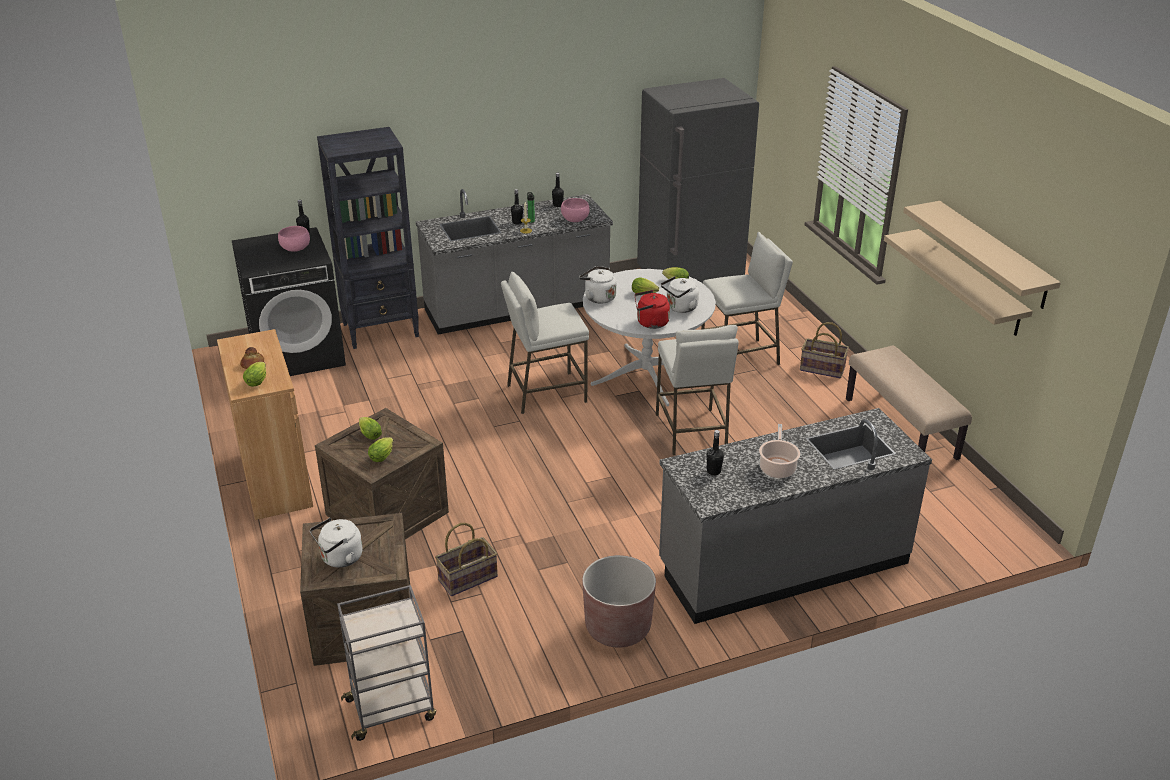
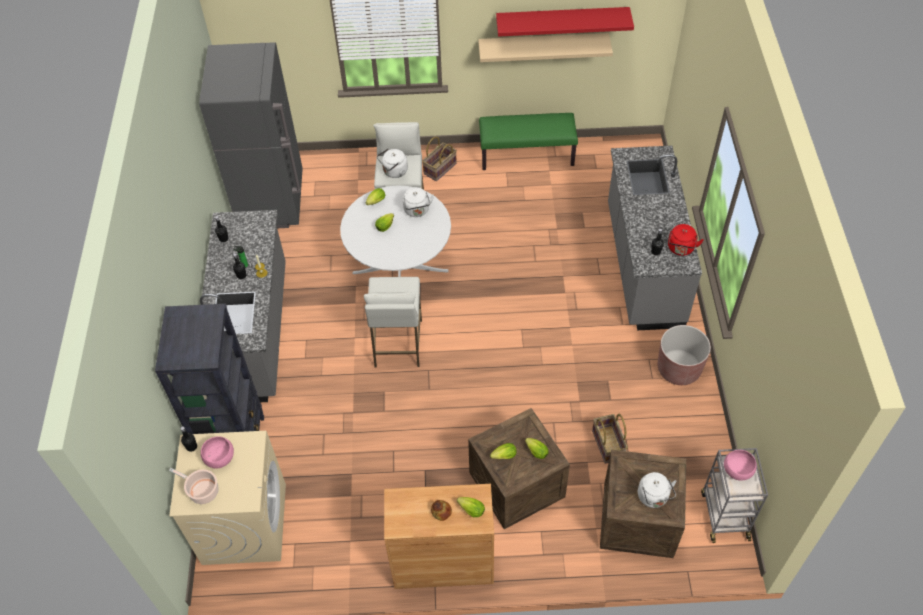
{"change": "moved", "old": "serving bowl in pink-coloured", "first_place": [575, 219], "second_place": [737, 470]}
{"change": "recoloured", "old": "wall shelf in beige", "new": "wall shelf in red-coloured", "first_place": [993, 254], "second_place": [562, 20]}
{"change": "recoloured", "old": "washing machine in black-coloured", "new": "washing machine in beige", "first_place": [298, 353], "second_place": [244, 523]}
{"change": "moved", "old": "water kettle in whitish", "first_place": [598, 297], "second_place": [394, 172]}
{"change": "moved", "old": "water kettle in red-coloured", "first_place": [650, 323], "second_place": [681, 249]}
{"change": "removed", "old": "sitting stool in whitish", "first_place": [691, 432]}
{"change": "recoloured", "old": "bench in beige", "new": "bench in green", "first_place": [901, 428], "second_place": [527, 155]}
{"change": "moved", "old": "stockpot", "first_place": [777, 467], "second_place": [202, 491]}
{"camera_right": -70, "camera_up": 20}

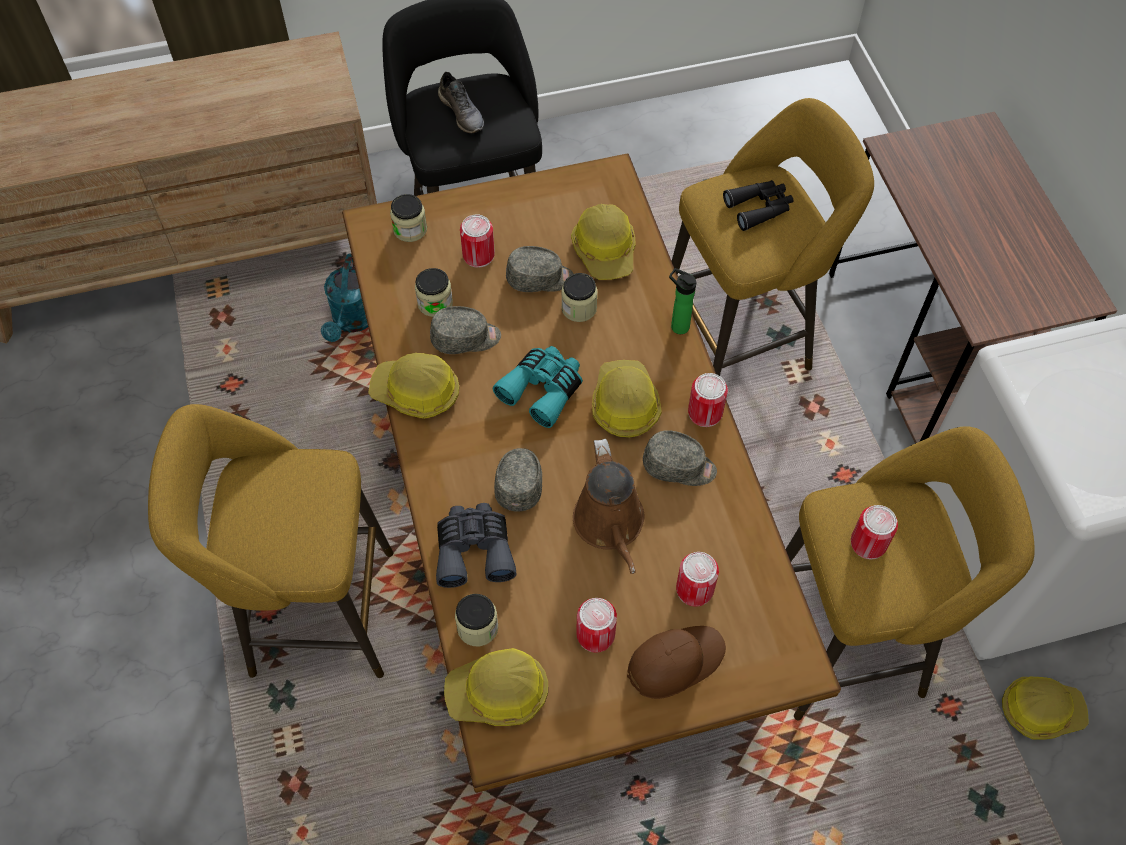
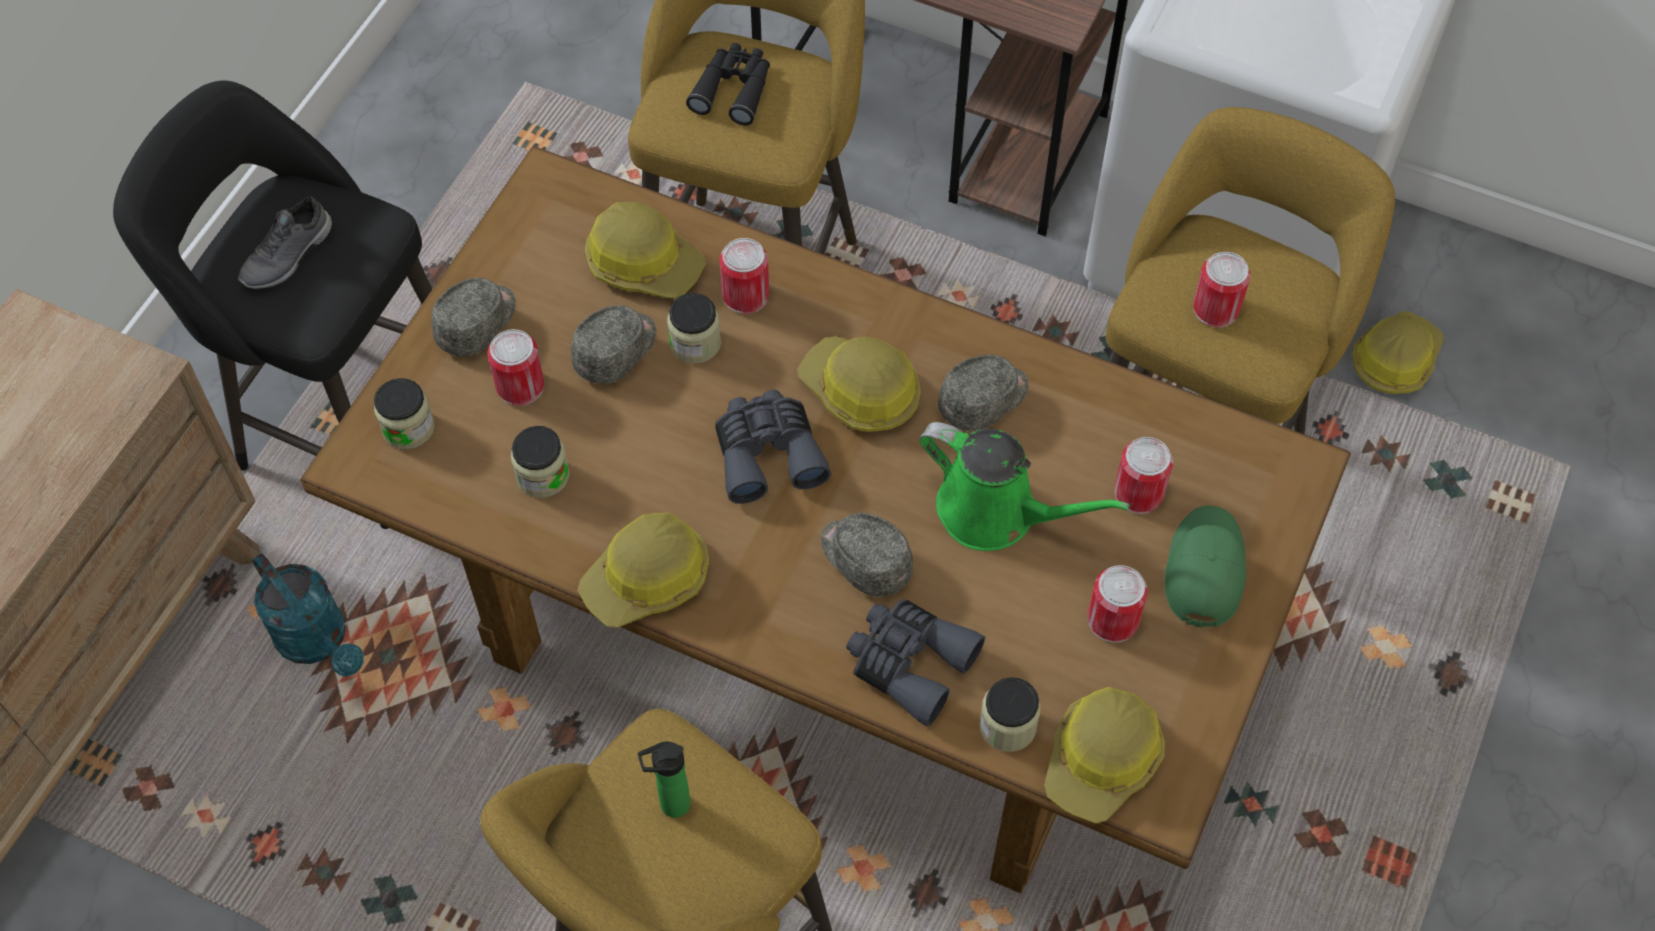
{"change": "turned", "old": "item of footwear in greyish", "first_place": [462, 112], "second_place": [289, 256], "degrees": 120}
{"change": "moved", "old": "drink bottle", "first_place": [677, 325], "second_place": [670, 805]}
{"change": "moved", "old": "cap in greyish", "first_place": [466, 338], "second_place": [477, 323]}
{"change": "recoloured", "old": "binoculars in turquoise-coloured", "new": "binoculars in greyish", "first_place": [543, 389], "second_place": [767, 453]}
{"change": "moved", "old": "metal can", "first_place": [705, 412], "second_place": [745, 295]}
{"change": "recoloured", "old": "watering pot in brown", "new": "watering pot in green", "first_place": [610, 525], "second_place": [996, 512]}
{"change": "recoloured", "old": "cap in brown", "new": "cap in green", "first_place": [675, 662], "second_place": [1204, 570]}
{"camera_right": -50, "camera_up": 0}

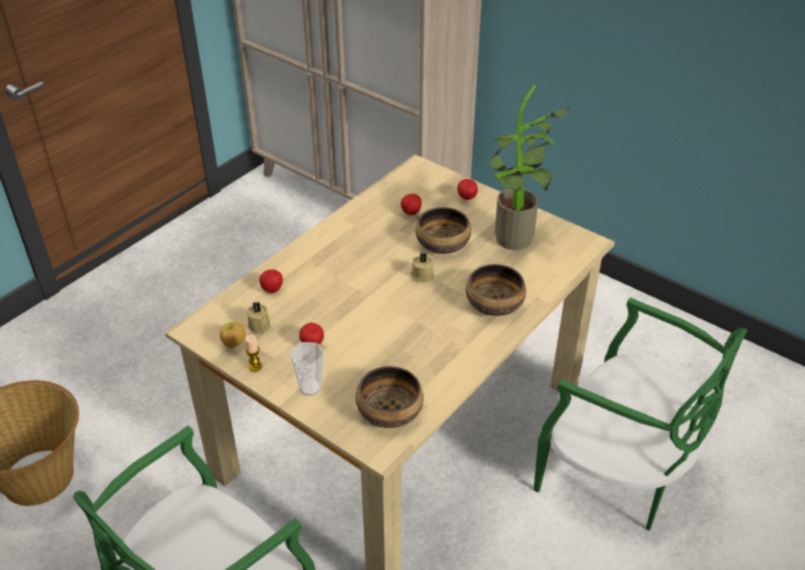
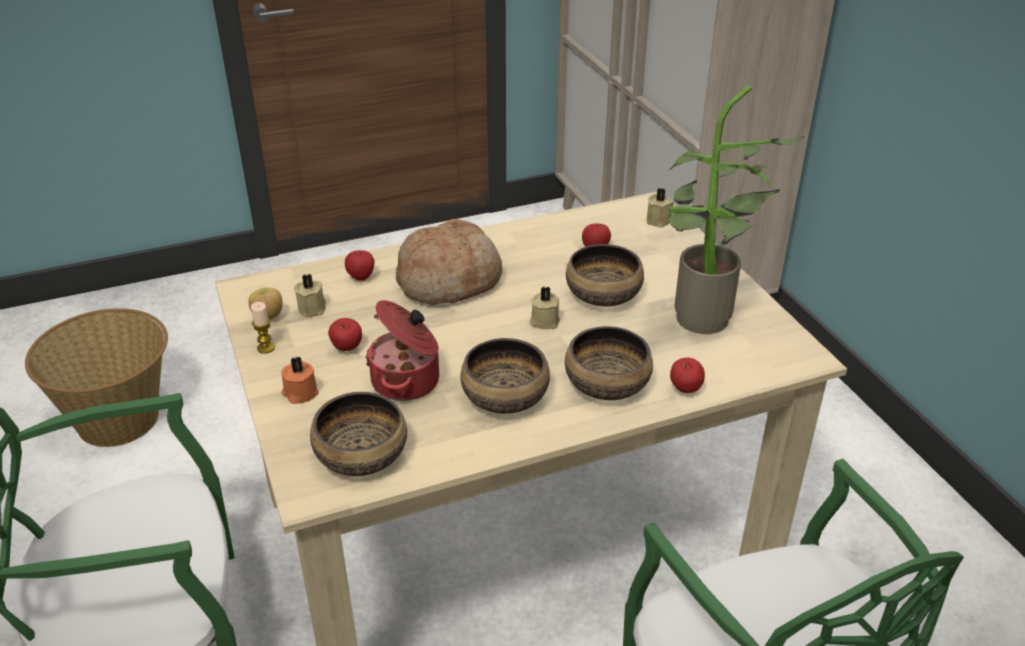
{"change": "moved", "old": "apple fruit", "first_place": [466, 198], "second_place": [684, 390]}
{"change": "replaced", "old": "cup", "new": "candle in orangey", "first_place": [310, 388], "second_place": [300, 393]}
{"change": "added", "new": "candle in beige", "second_place": [659, 220]}
{"change": "added", "new": "bakery bread", "second_place": [449, 280]}
{"change": "added", "new": "stockpot", "second_place": [408, 381]}
{"change": "added", "new": "serving bowl", "second_place": [504, 397]}
{"camera_right": 30, "camera_up": -5}

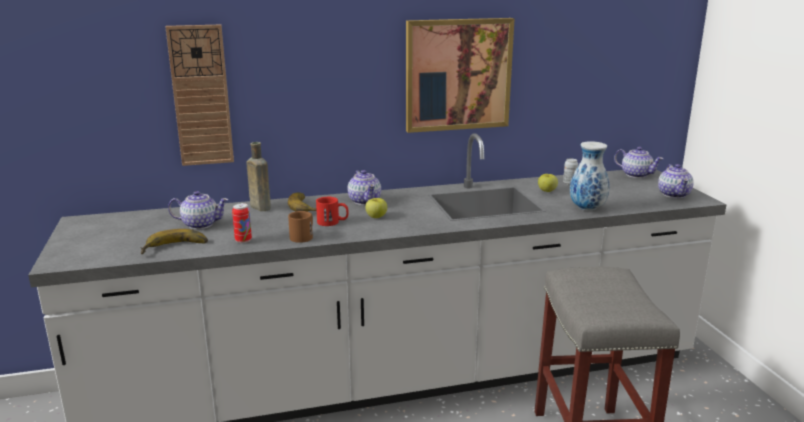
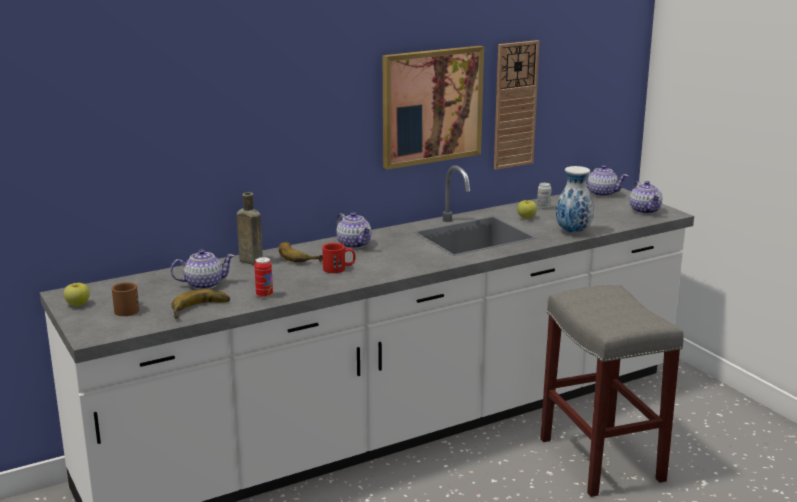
{"change": "moved", "old": "clock on the wall", "first_place": [201, 96], "second_place": [515, 105]}
{"change": "moved", "old": "apple fruit", "first_place": [376, 217], "second_place": [77, 304]}
{"change": "moved", "old": "coffee mug in brown", "first_place": [303, 236], "second_place": [129, 308]}
{"camera_right": -15, "camera_up": 0}

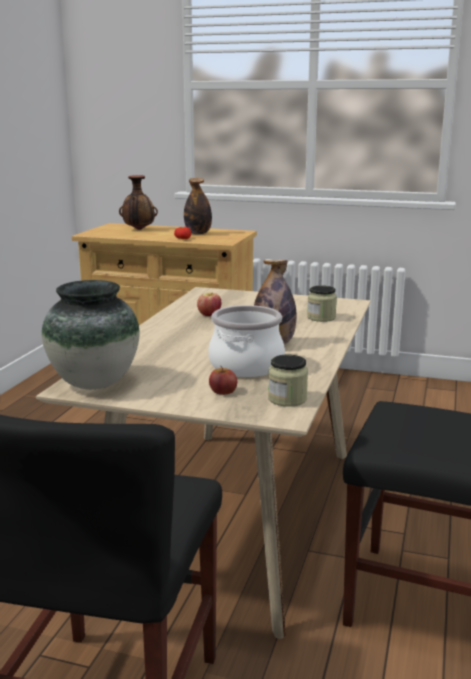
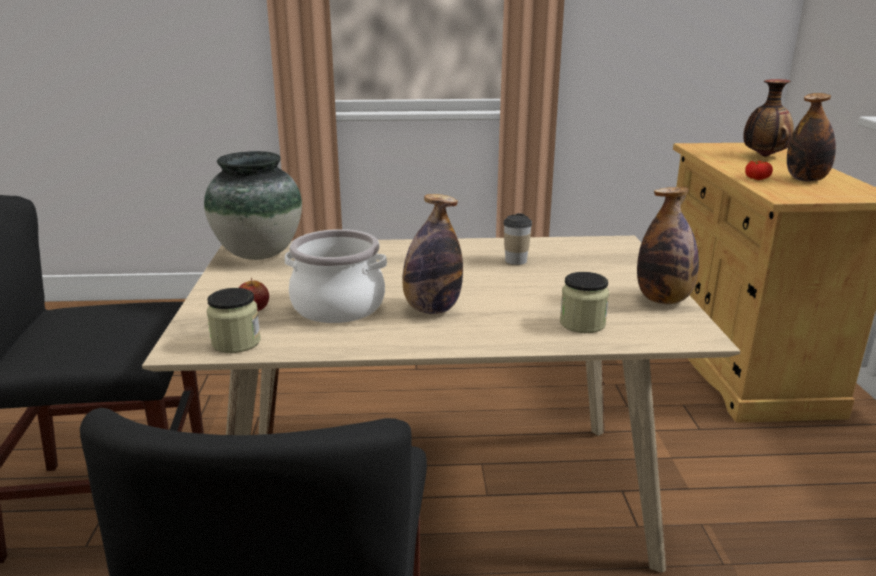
{"change": "replaced", "old": "apple fruit", "new": "cup", "first_place": [209, 315], "second_place": [516, 260]}
{"change": "added", "new": "drink bottle", "second_place": [663, 300]}
{"camera_right": 70, "camera_up": 5}

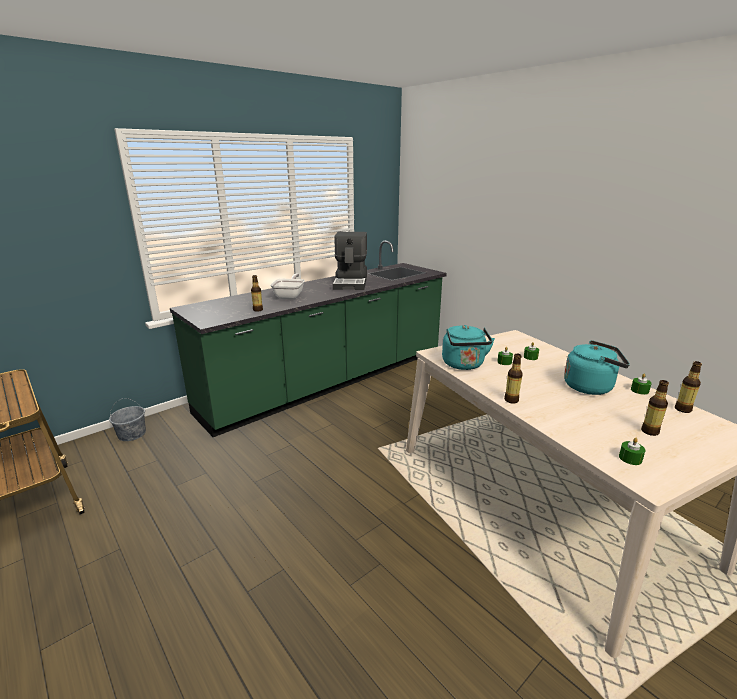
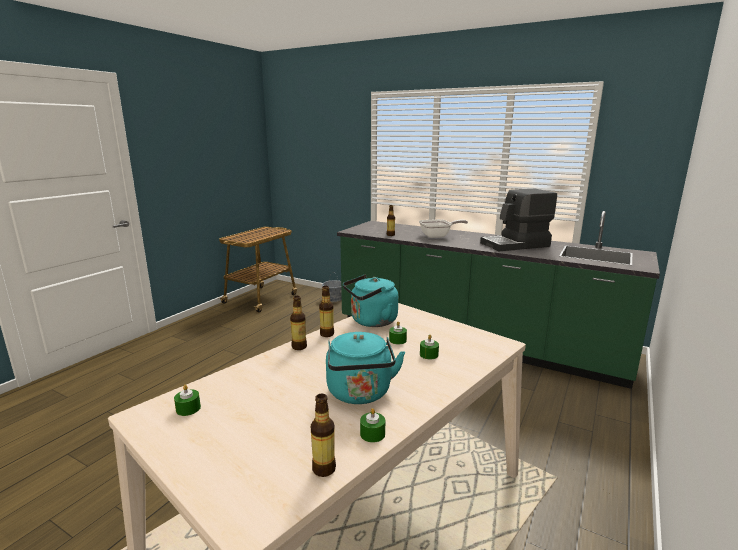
{"change": "moved", "old": "drink bottle", "first_place": [649, 431], "second_place": [327, 334]}
{"camera_right": 70, "camera_up": -5}

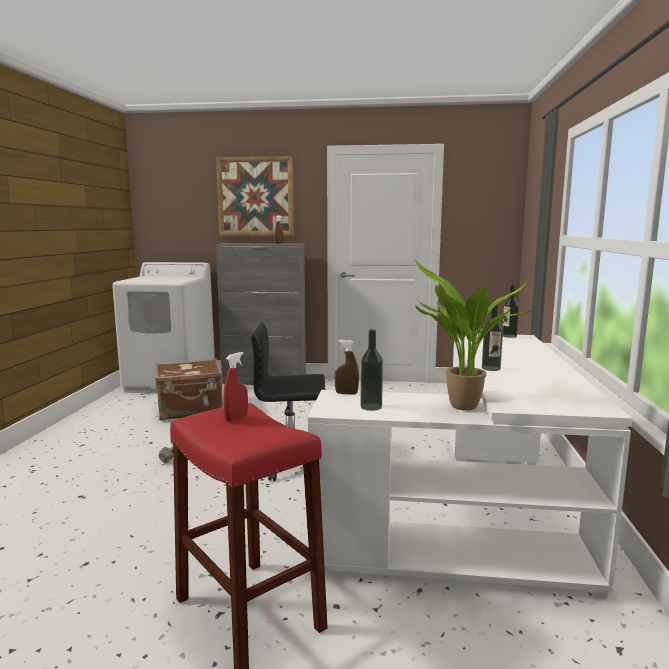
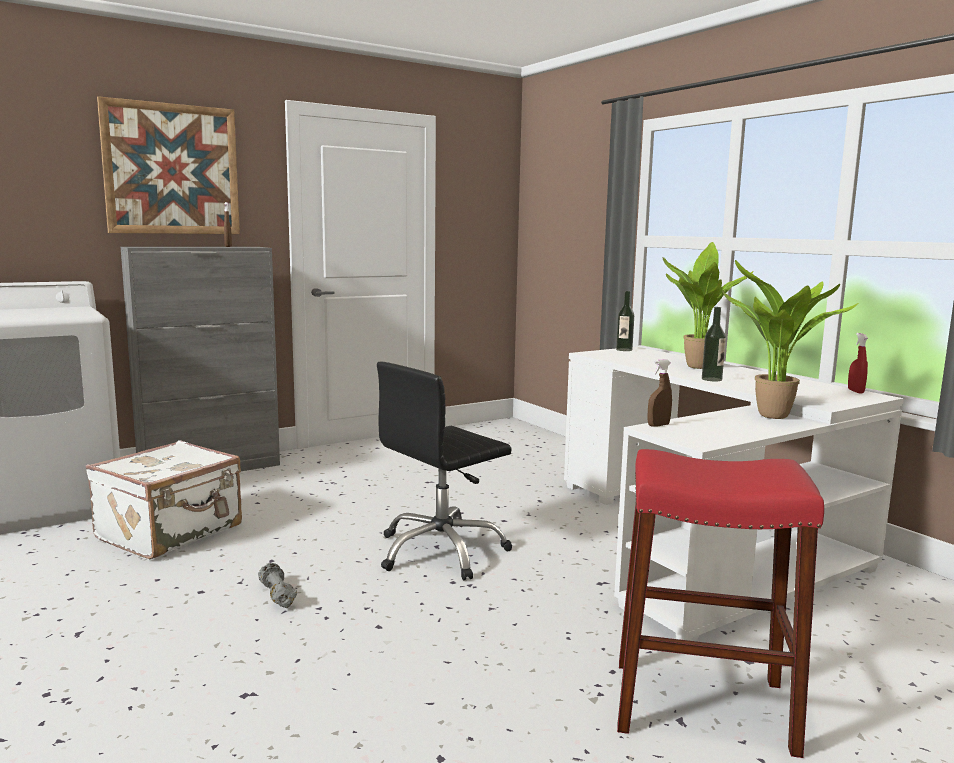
{"change": "removed", "old": "drink bottle", "first_place": [371, 407]}
{"change": "moved", "old": "spray bottle in red-coloured", "first_place": [236, 418], "second_place": [855, 391]}
{"change": "recoloured", "old": "piece of luggage in brown", "new": "piece of luggage in whitish", "first_place": [191, 410], "second_place": [172, 532]}
{"change": "added", "new": "potted plant", "second_place": [694, 366]}
{"camera_right": -40, "camera_up": 0}

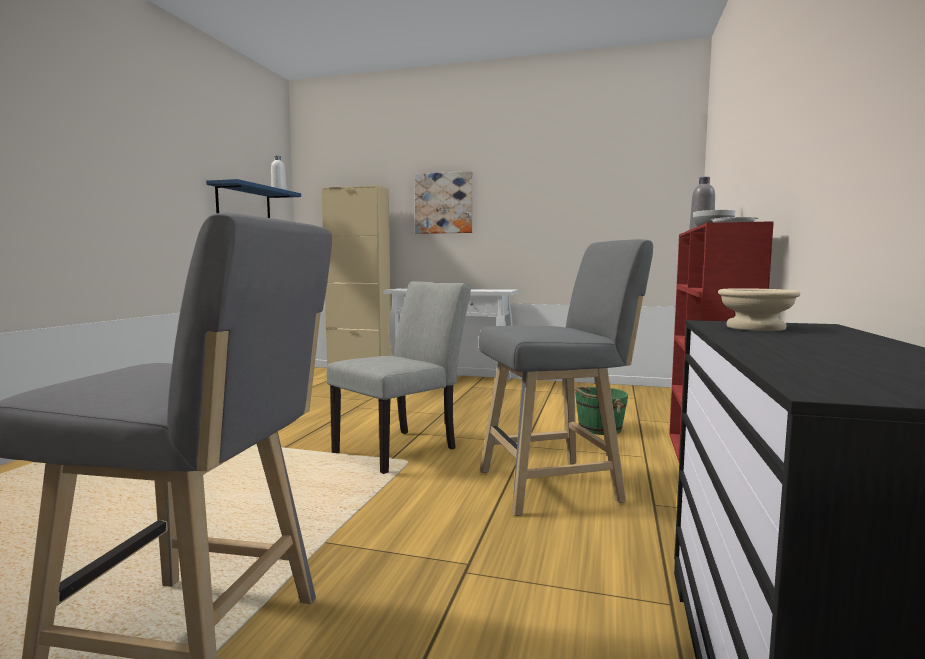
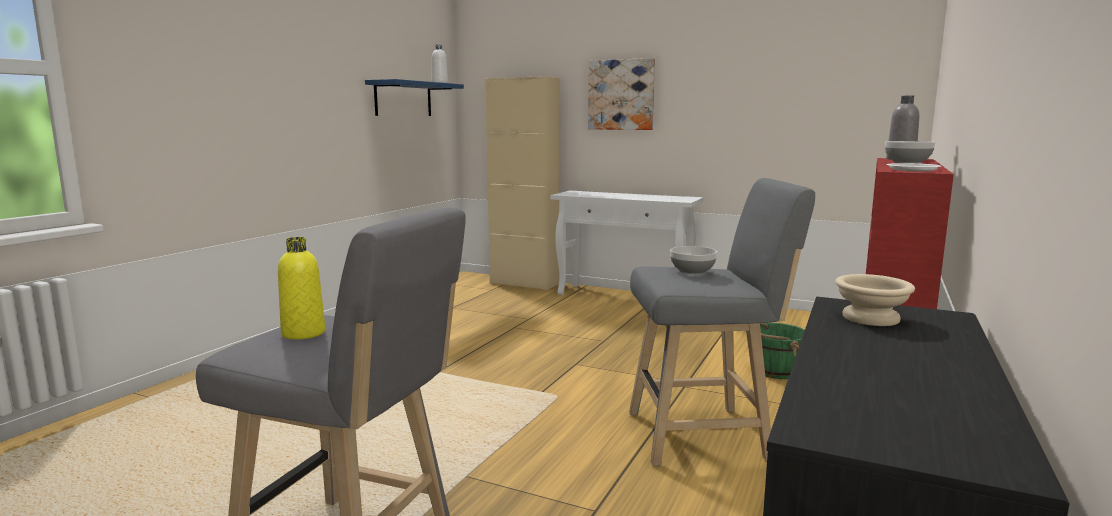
{"change": "removed", "old": "chair in greyish", "first_place": [403, 448]}
{"change": "added", "new": "drink bottle in yellow", "second_place": [303, 333]}
{"change": "added", "new": "serving bowl", "second_place": [693, 271]}
{"camera_right": 10, "camera_up": 5}

